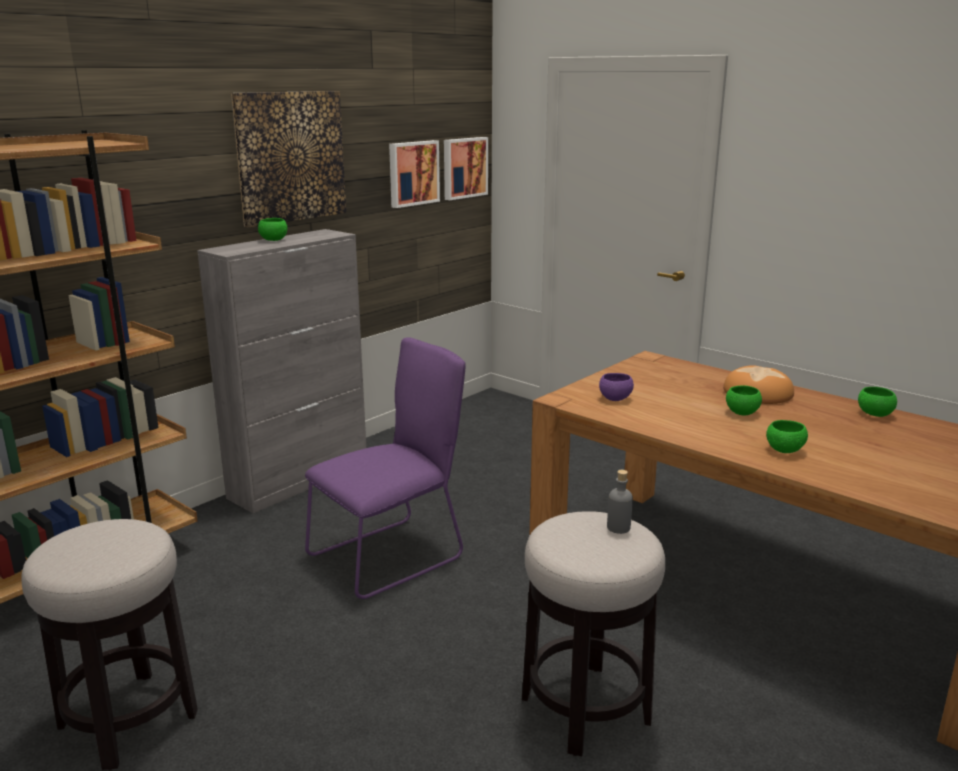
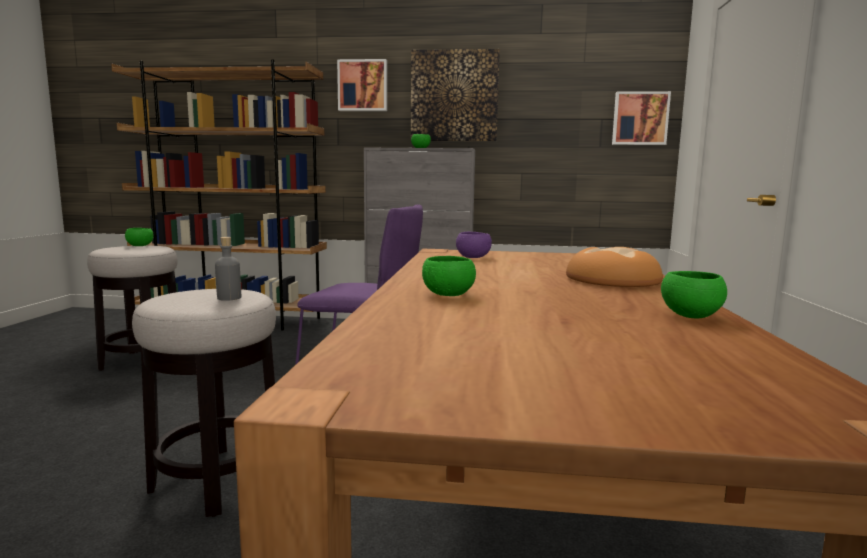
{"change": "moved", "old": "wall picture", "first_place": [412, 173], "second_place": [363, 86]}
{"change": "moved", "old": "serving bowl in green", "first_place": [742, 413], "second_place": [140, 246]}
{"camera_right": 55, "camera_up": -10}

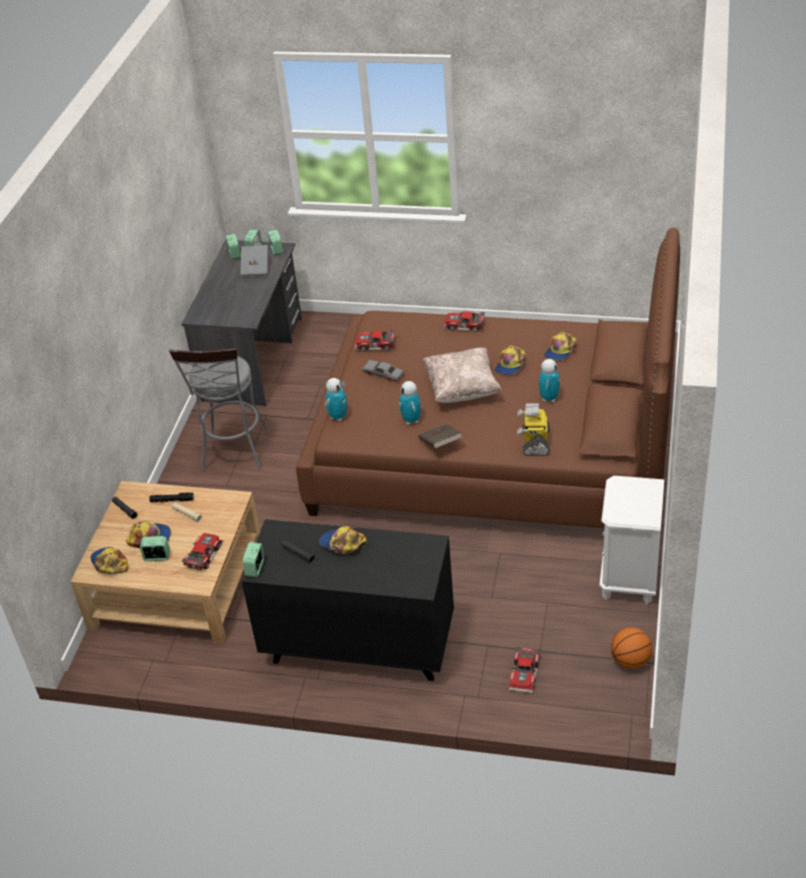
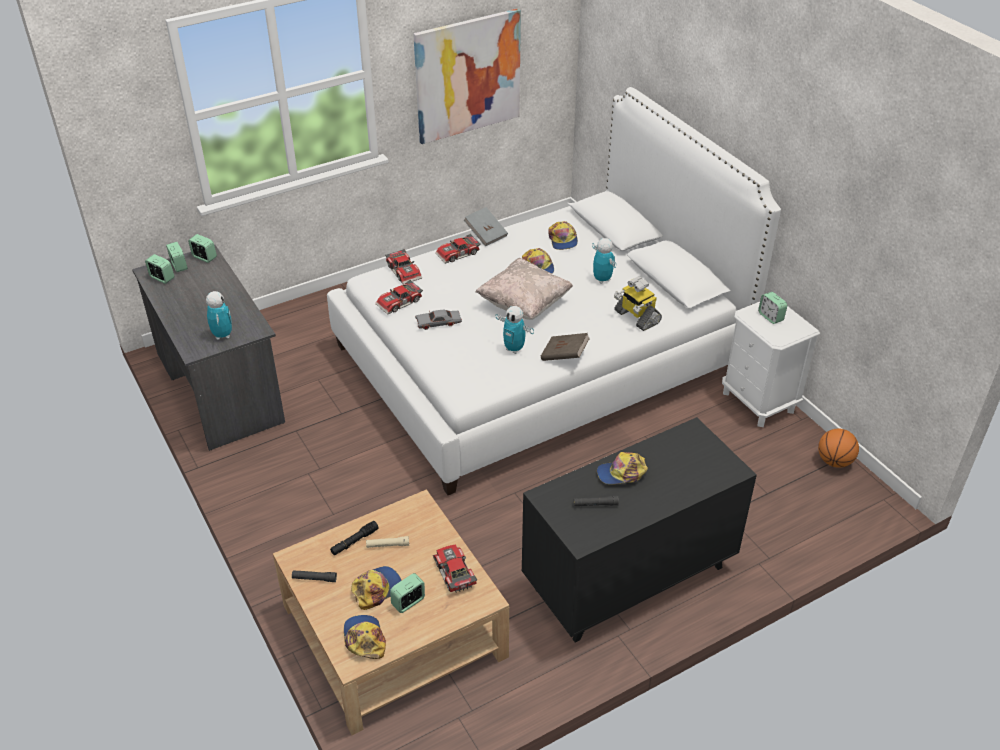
{"change": "recoloured", "old": "bedroom bed in brown", "new": "bedroom bed in whitish", "first_place": [495, 448], "second_place": [539, 357]}
{"change": "moved", "old": "book in greyish", "first_place": [256, 269], "second_place": [486, 234]}
{"change": "removed", "old": "sitting stool in greyish", "first_place": [235, 455]}
{"change": "moved", "old": "model robot", "first_place": [338, 416], "second_place": [222, 335]}
{"change": "moved", "old": "alarm clock", "first_place": [255, 568], "second_place": [770, 317]}
{"change": "turned", "old": "cap", "first_place": [109, 563], "second_place": [364, 639], "degrees": 60}
{"change": "moved", "old": "model car", "first_place": [526, 674], "second_place": [405, 271]}
{"change": "added", "new": "wall picture", "second_place": [467, 76]}
{"camera_right": -45, "camera_up": 0}

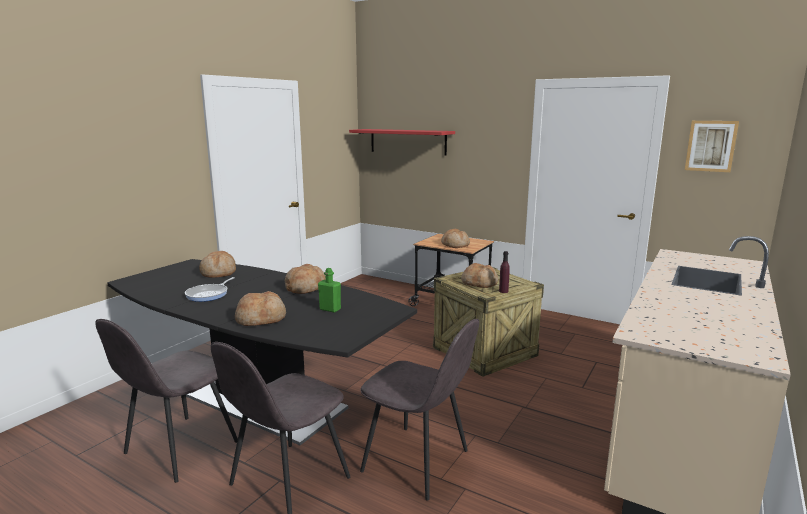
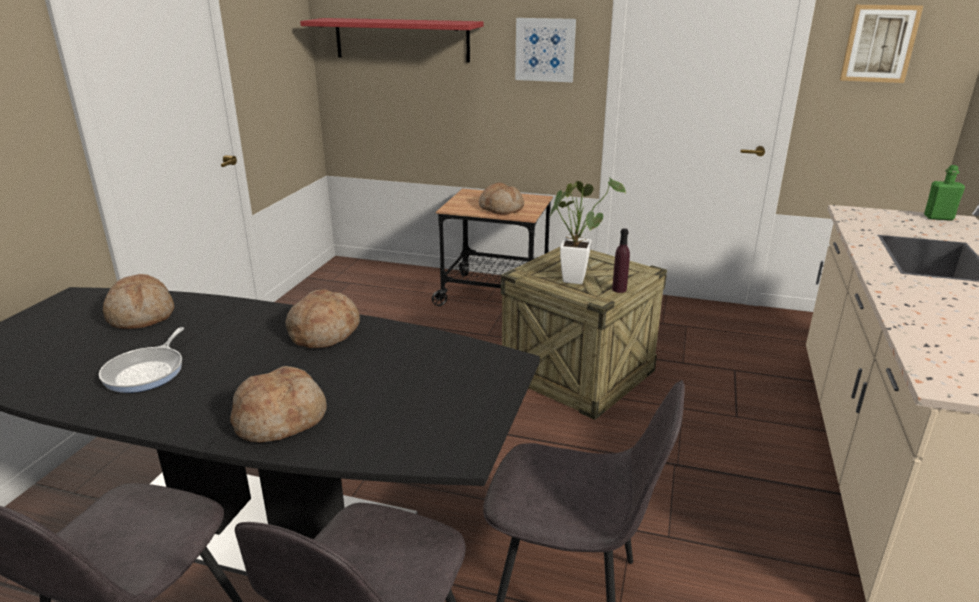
{"change": "replaced", "old": "bakery bread", "new": "potted plant", "first_place": [479, 283], "second_place": [575, 277]}
{"change": "moved", "old": "drink bottle in green", "first_place": [330, 309], "second_place": [938, 218]}
{"change": "added", "new": "wall picture", "second_place": [545, 50]}
{"camera_right": -15, "camera_up": 10}

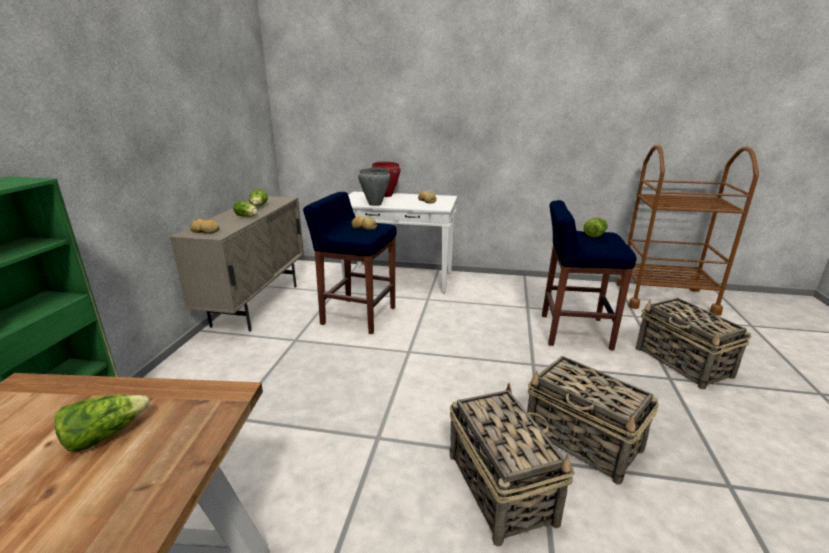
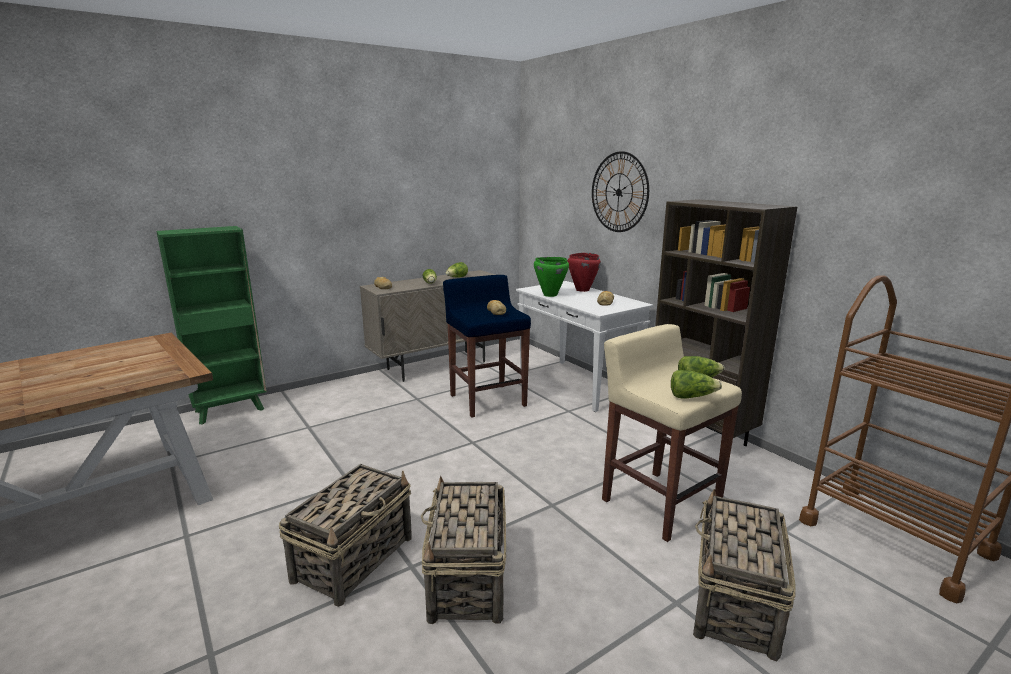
{"change": "recoloured", "old": "stockpot in greyish", "new": "stockpot in green", "first_place": [374, 204], "second_place": [550, 295]}
{"change": "recoloured", "old": "sitting stool in blue", "new": "sitting stool in beige", "first_place": [573, 331], "second_place": [659, 503]}
{"change": "moved", "old": "lettuce", "first_place": [105, 435], "second_place": [691, 397]}
{"change": "added", "new": "clock on the wall", "second_place": [619, 192]}
{"change": "added", "new": "bookshelf in brown", "second_place": [701, 434]}
{"camera_right": 45, "camera_up": -5}

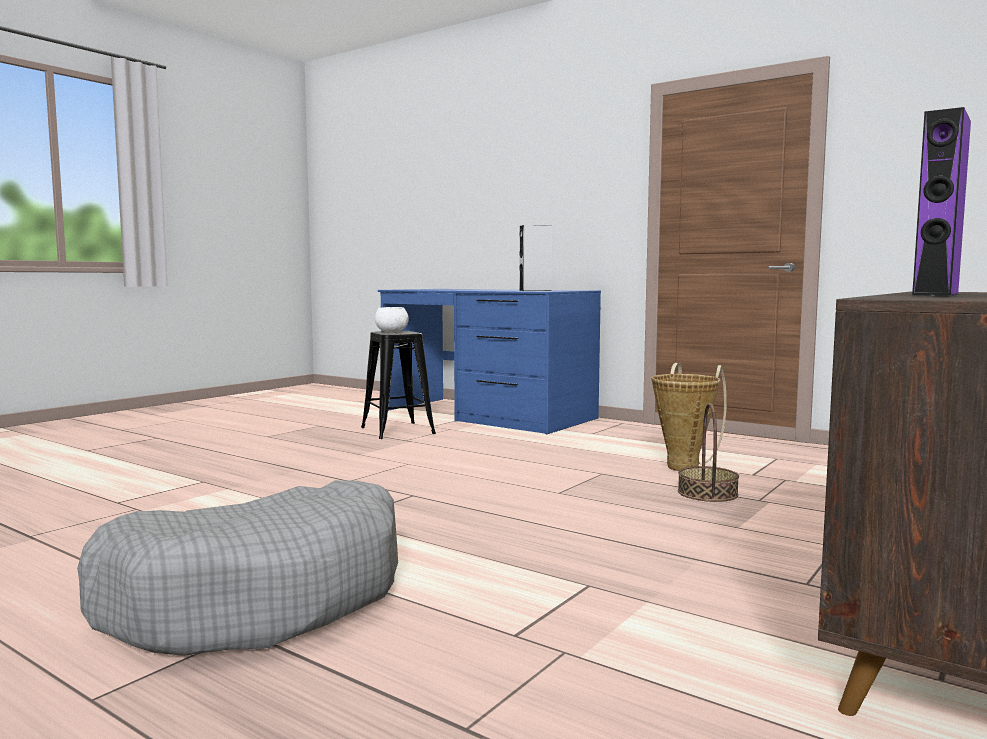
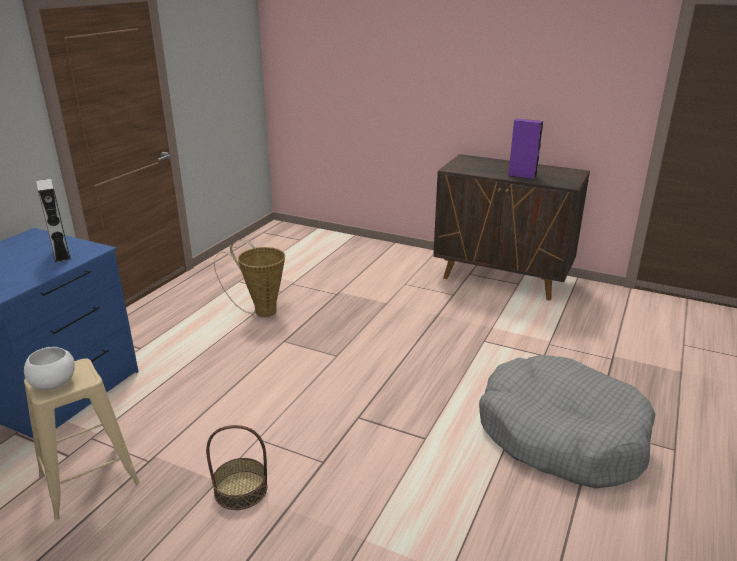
{"change": "recoloured", "old": "sitting stool in black-coloured", "new": "sitting stool in beige", "first_place": [397, 430], "second_place": [89, 479]}
{"change": "moved", "old": "basket", "first_place": [707, 493], "second_place": [241, 490]}
{"camera_right": -100, "camera_up": 20}

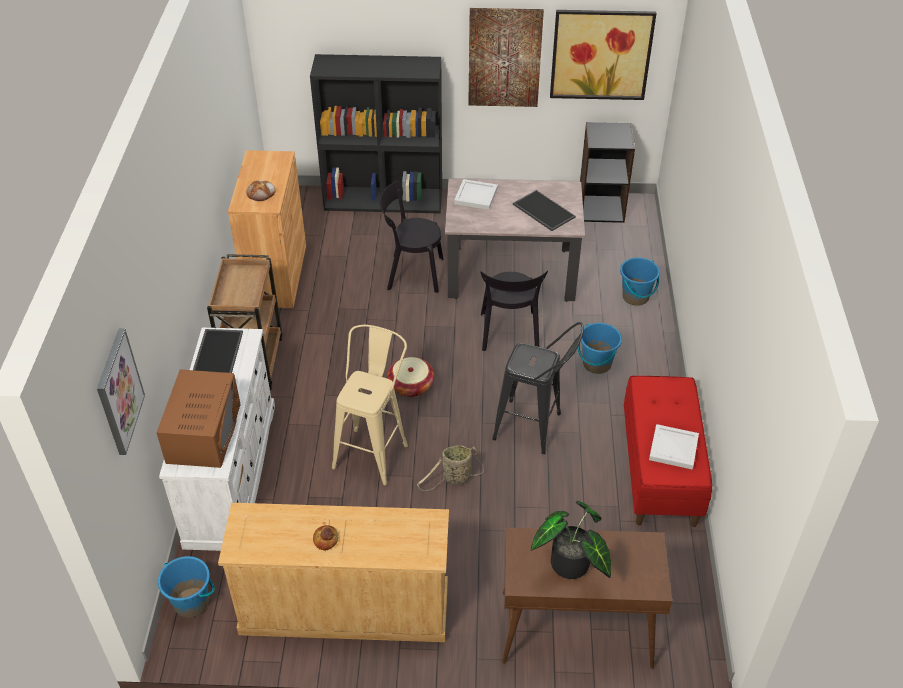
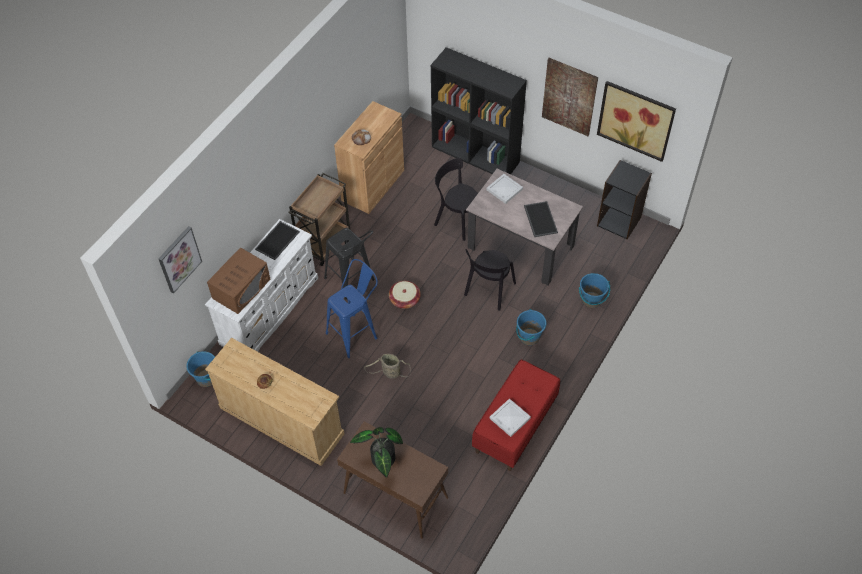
{"change": "moved", "old": "sitting stool in black-coloured", "first_place": [534, 429], "second_place": [352, 282]}
{"change": "recoloured", "old": "sitting stool in beige", "new": "sitting stool in blue", "first_place": [374, 450], "second_place": [356, 333]}
{"camera_right": 30, "camera_up": 10}

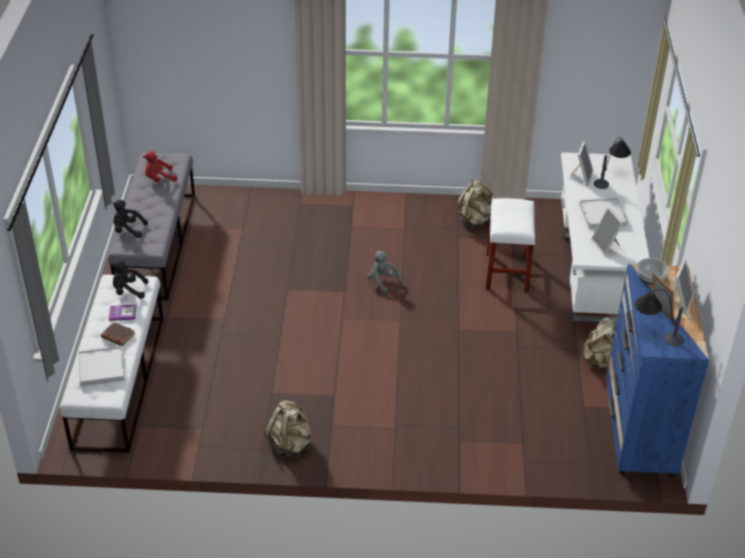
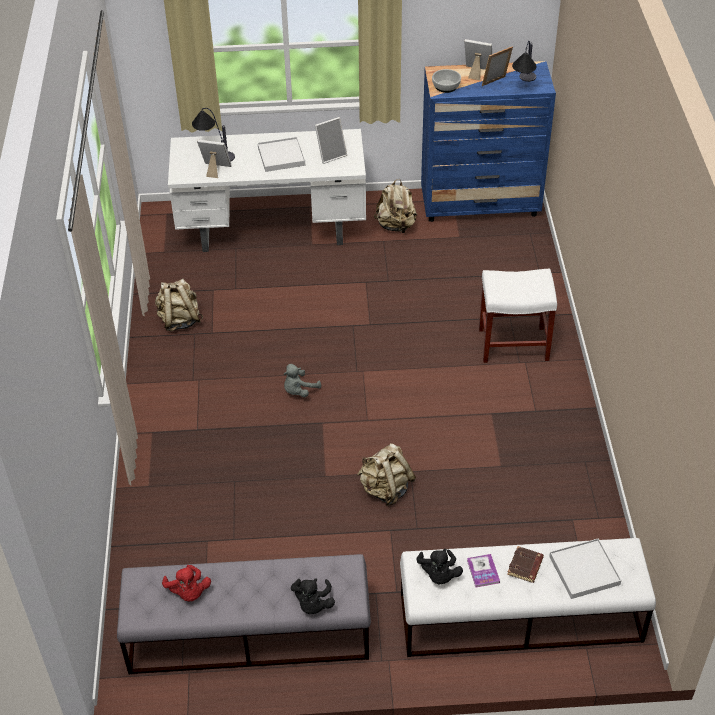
{"change": "moved", "old": "sitting stool in whitish", "first_place": [507, 271], "second_place": [512, 344]}
{"change": "moved", "old": "backpack in beige", "first_place": [290, 444], "second_place": [385, 489]}
{"camera_right": -95, "camera_up": 5}

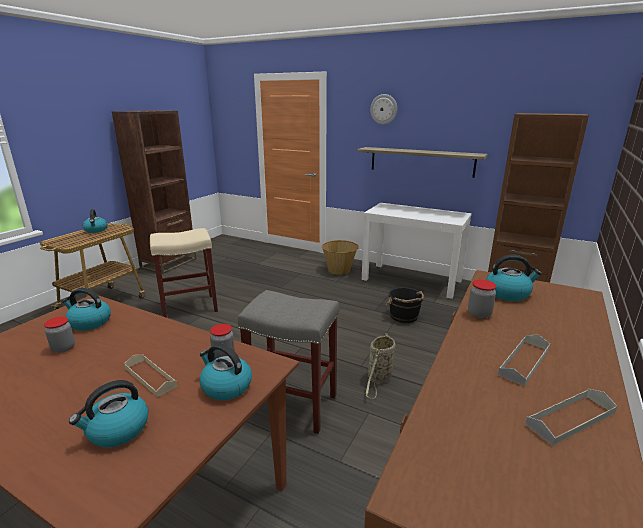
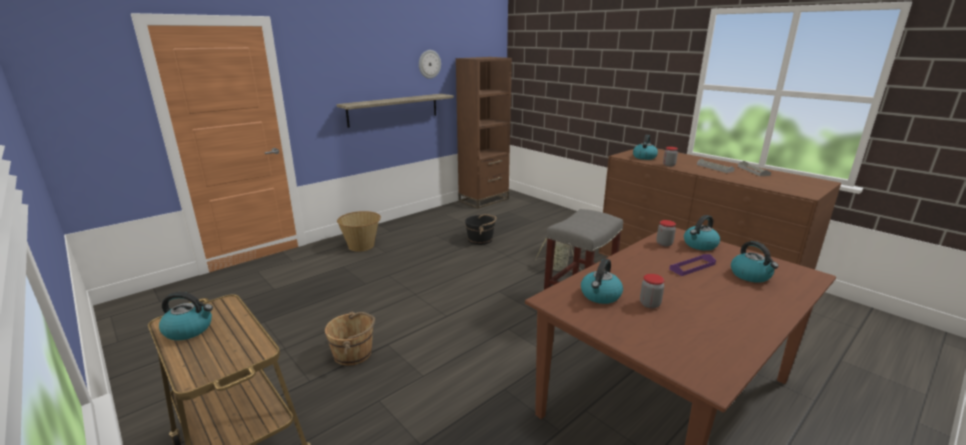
{"change": "moved", "old": "clock on the wall", "first_place": [383, 109], "second_place": [429, 64]}
{"change": "removed", "old": "bookshelf in brown", "first_place": [169, 263]}
{"change": "removed", "old": "console table in whitish", "first_place": [411, 280]}
{"change": "replaced", "old": "sitting stool in beige", "new": "water bucket in brown", "first_place": [188, 308], "second_place": [353, 353]}
{"change": "recoloured", "old": "serving tray in beige", "new": "serving tray in purple", "first_place": [150, 377], "second_place": [692, 267]}
{"camera_right": -70, "camera_up": 0}

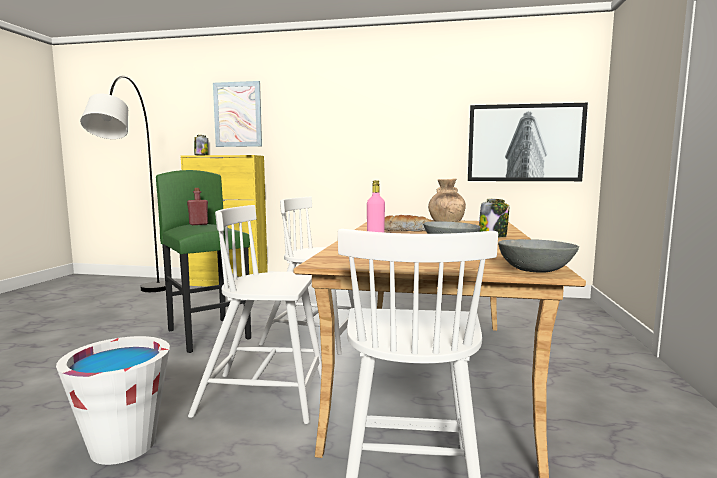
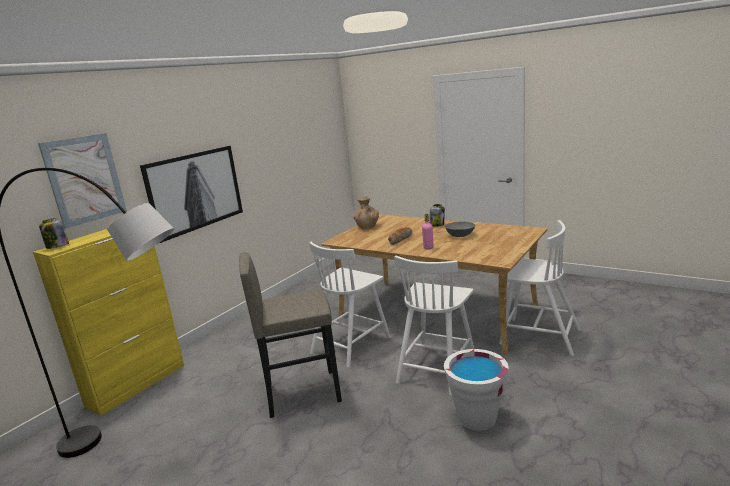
{"change": "moved", "old": "wall picture", "first_place": [525, 143], "second_place": [195, 191]}
{"change": "recoloured", "old": "sitting stool in green", "new": "sitting stool in greyish", "first_place": [209, 334], "second_place": [302, 393]}
{"change": "removed", "old": "drink bottle in red-coloured", "first_place": [198, 224]}
{"change": "removed", "old": "serving bowl in greyish", "first_place": [536, 270]}
{"camera_right": -65, "camera_up": 10}

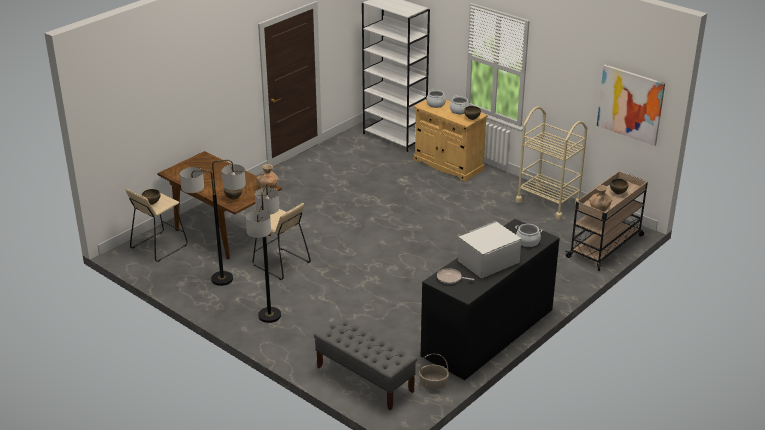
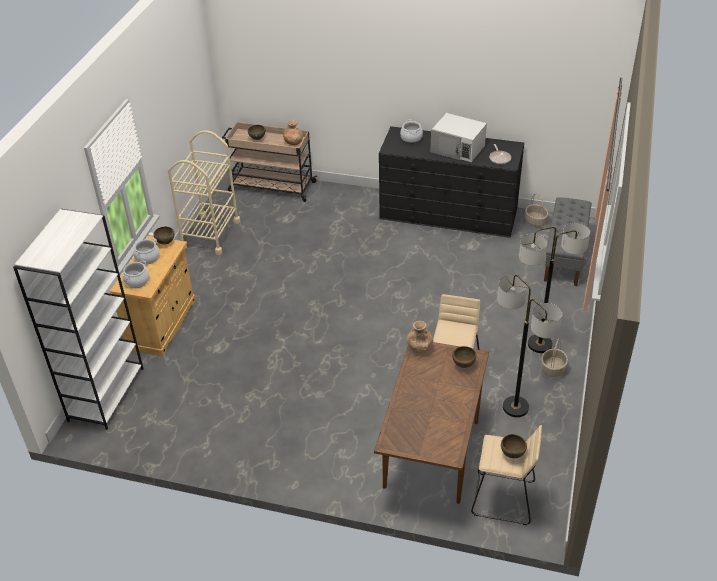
{"change": "removed", "old": "wall picture", "first_place": [630, 104]}
{"change": "added", "new": "basket", "second_place": [553, 369]}
{"camera_right": -115, "camera_up": 10}

